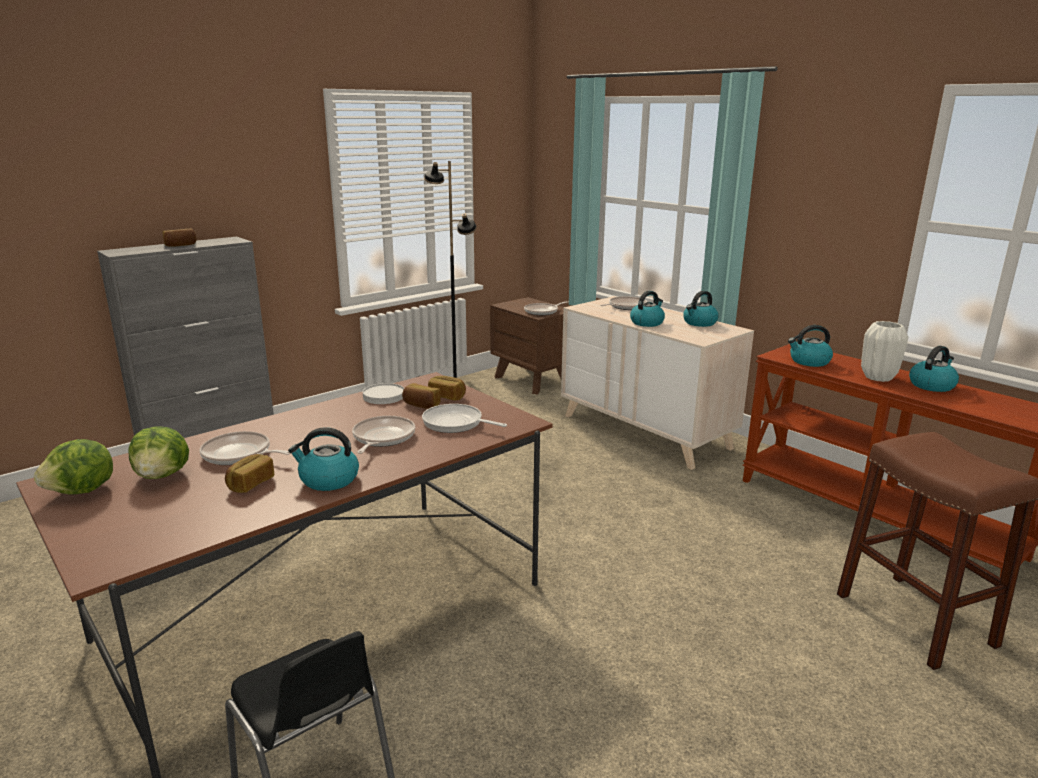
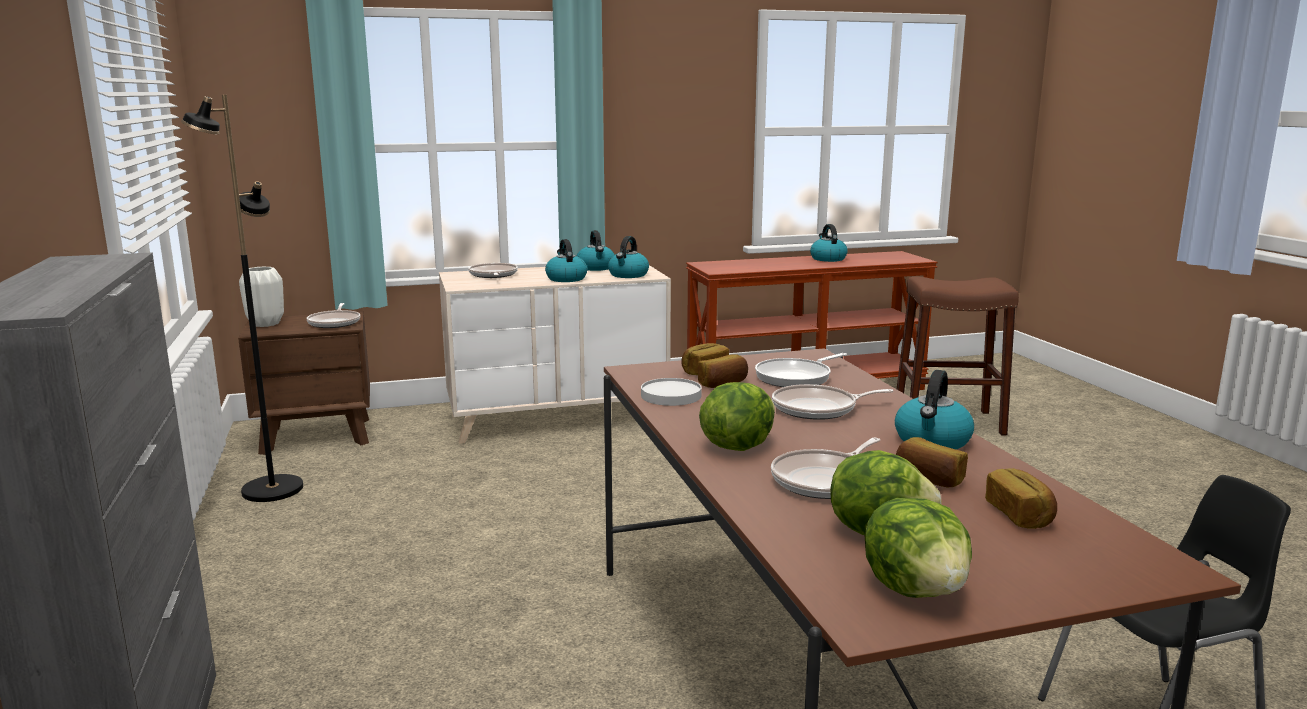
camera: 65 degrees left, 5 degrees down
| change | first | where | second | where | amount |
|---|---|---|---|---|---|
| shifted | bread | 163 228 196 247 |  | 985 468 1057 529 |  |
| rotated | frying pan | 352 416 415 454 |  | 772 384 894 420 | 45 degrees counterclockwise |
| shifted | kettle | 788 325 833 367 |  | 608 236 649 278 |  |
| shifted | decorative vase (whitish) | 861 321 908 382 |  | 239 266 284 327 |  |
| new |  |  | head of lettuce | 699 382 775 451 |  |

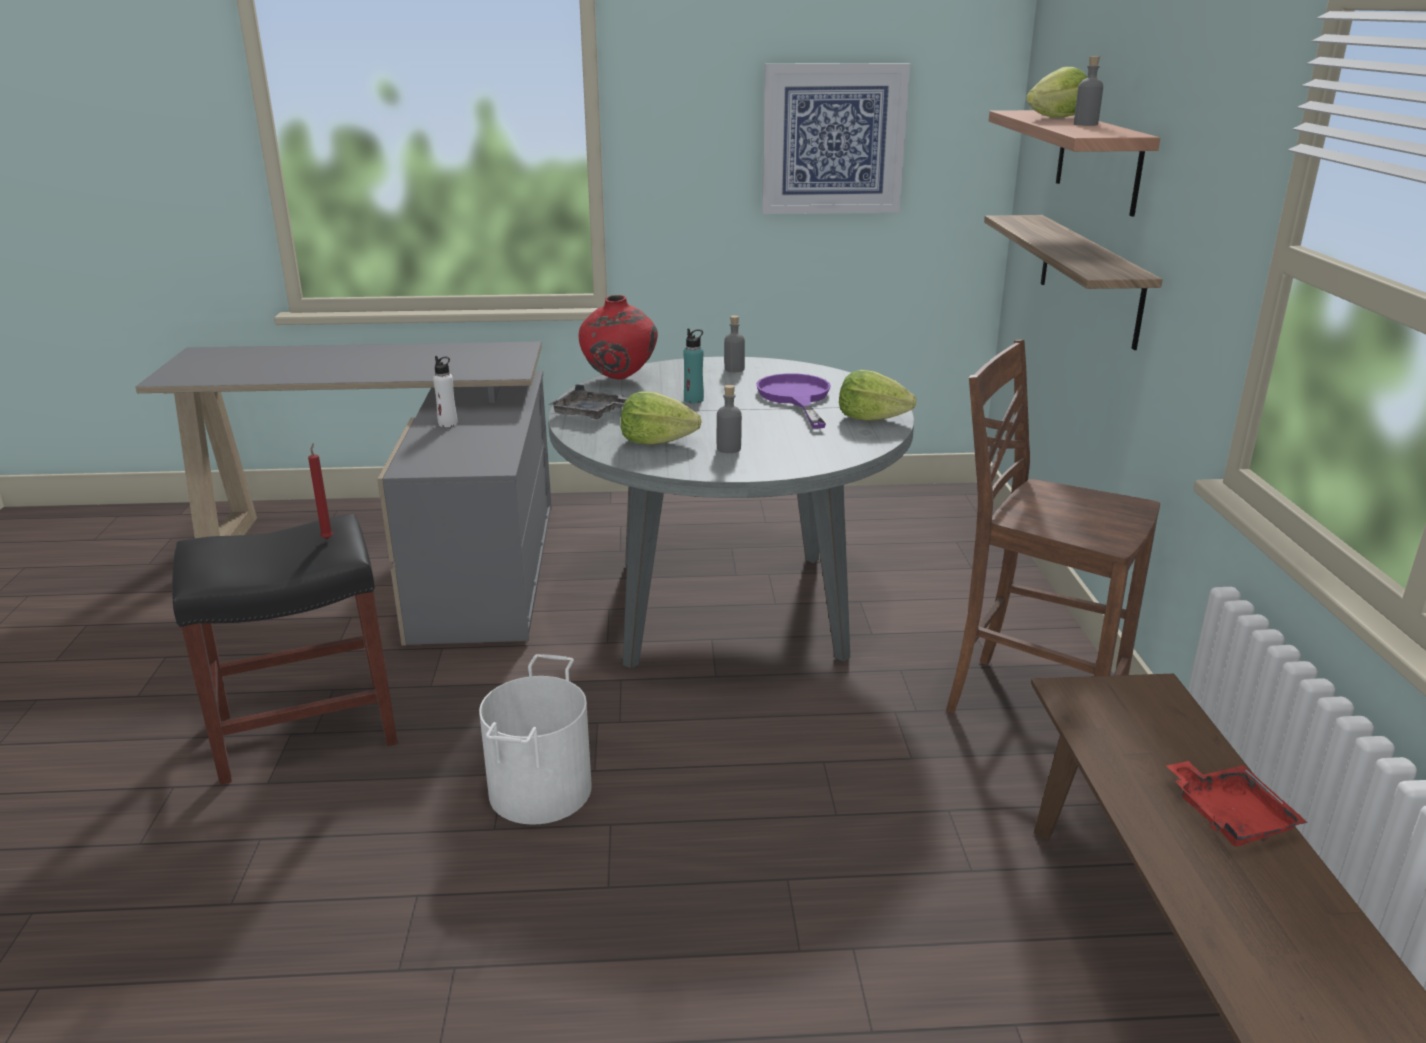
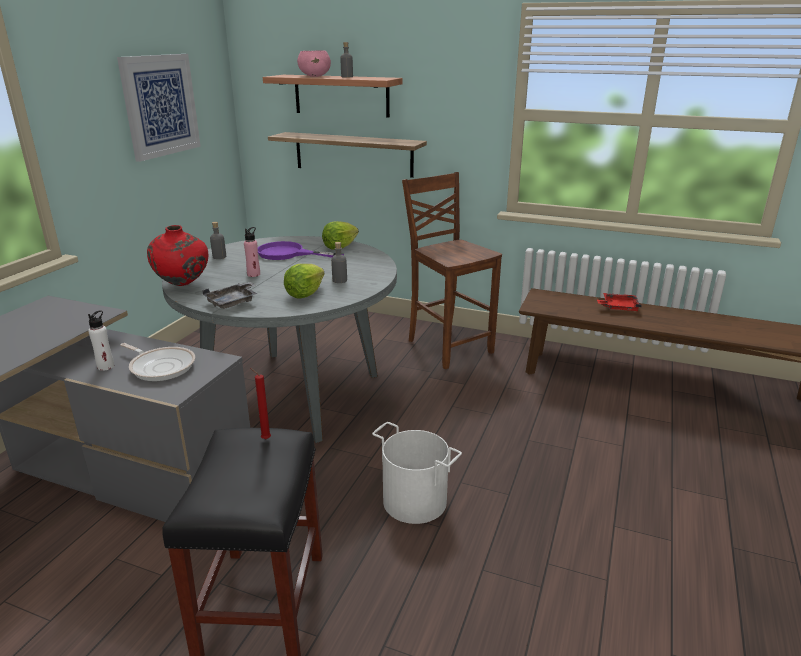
camera: 65 degrees left, 0 degrees up
| change | first | where | second | where | amount |
|---|---|---|---|---|---|
| repainted | drink bottle (turquoise) | 683 328 704 403 | drink bottle (pink) | 244 227 260 277 |  |
| rotated | plain chair (brownish) | 946 339 1160 713 |  | 402 172 502 369 | 90 degrees clockwise |
| swapped | head of lettuce | 1026 67 1087 117 | deep dish (pink) | 297 50 331 77 |  |
| new |  |  | frying pan | 120 343 195 381 |  |

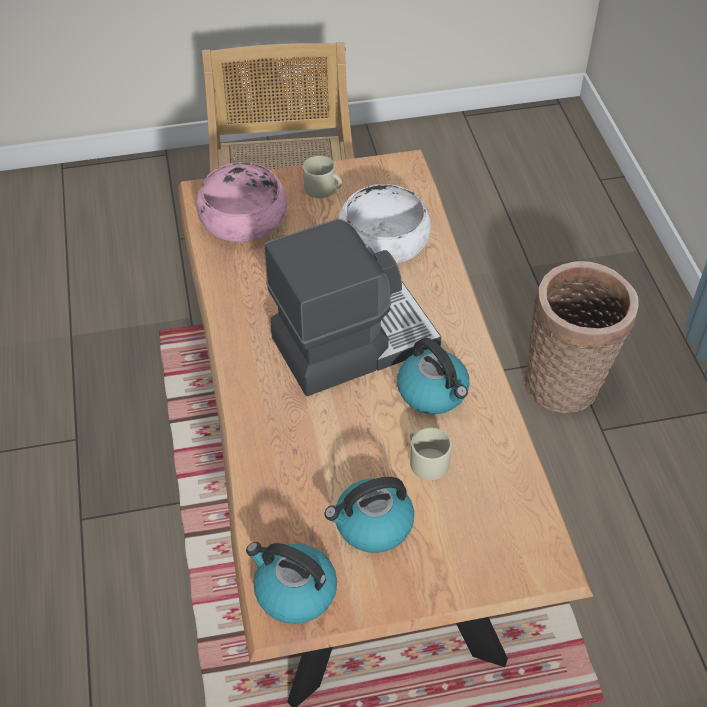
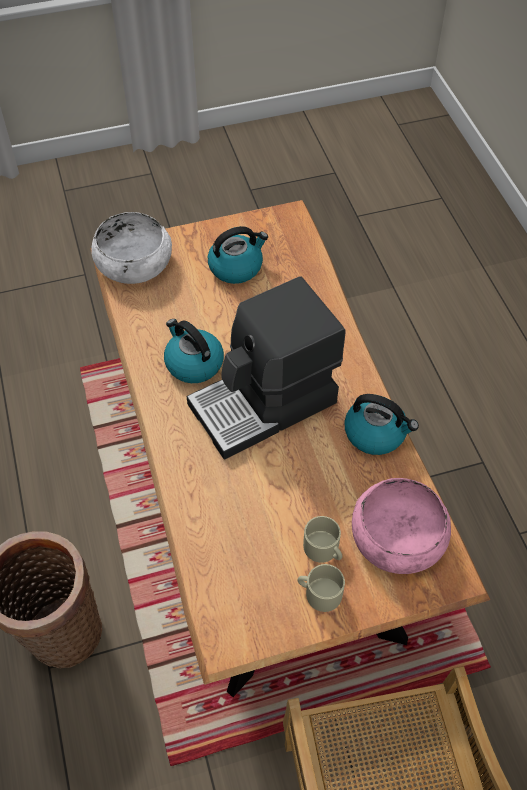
camera: 175 degrees right, 5 degrees up
| change | first | where | second | where | amount |
|---|---|---|---|---|---|
| shifted | kettle | 246 542 337 624 |  | 344 394 419 455 |  |
| shifted | deep dish (whitish) | 338 184 431 264 |  | 91 212 172 284 |  |
| shifted | tea mug (beige-coloured) | 410 428 452 480 |  | 303 516 342 563 |  |

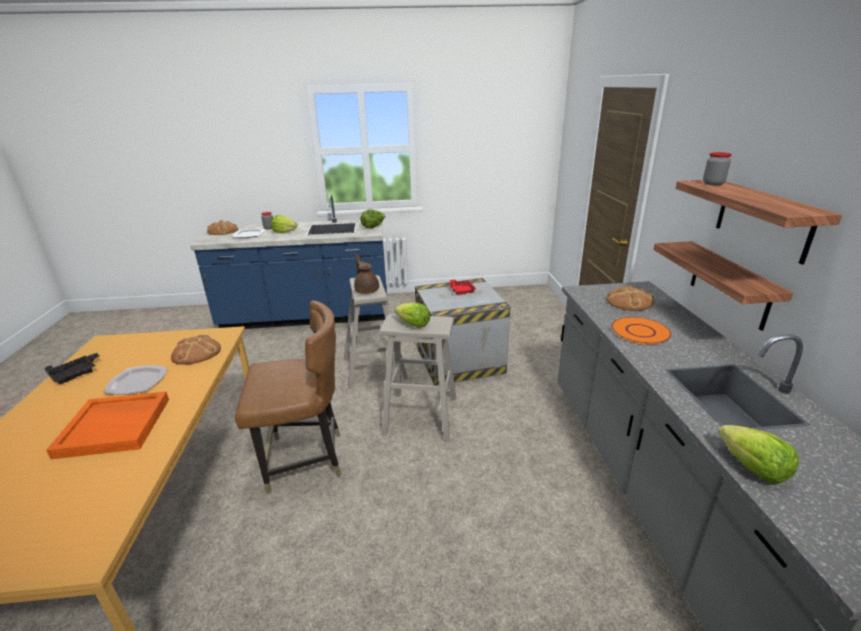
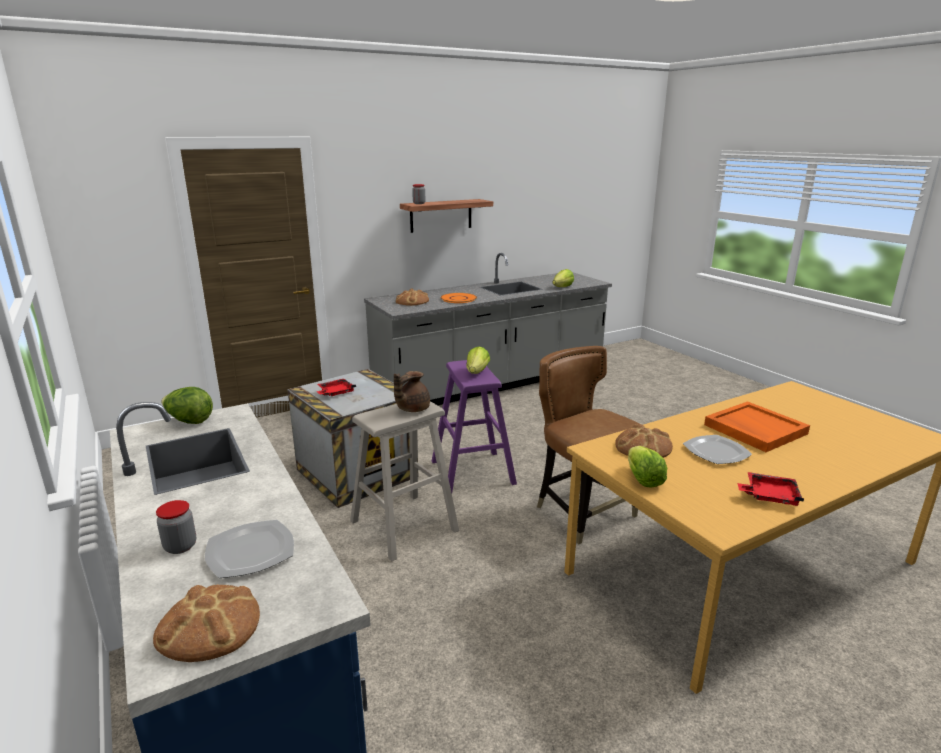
camera: 115 degrees left, 5 degrees down
| change | first | where | second | where | amount |
|---|---|---|---|---|---|
| repainted | serving tray (black-coloured) | 45 353 99 384 | serving tray (reddish) | 738 472 804 506 |  |
| shifted | head of lettuce | 271 215 298 233 |  | 628 446 667 488 |  |
| repainted | stool (beige-coloured) | 379 314 456 441 | stool (purplish) | 432 360 517 493 |  |
| gone | bracket shelf | 653 241 793 331 |  |  |  |

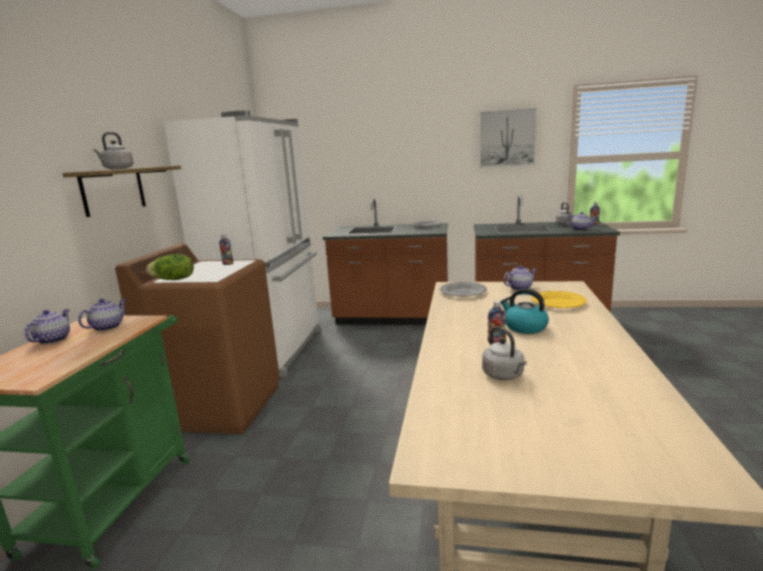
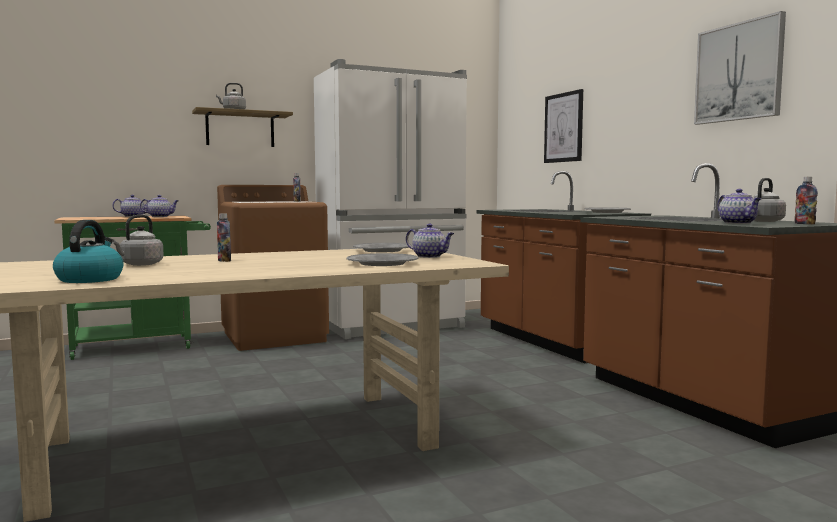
camera: 55 degrees right, 10 degrees down
| change | first | where | second | where | amount |
|---|---|---|---|---|---|
| gone | head of lettuce | 146 254 194 280 |  |  |  |
| shifted | kettle | 501 288 549 334 |  | 53 220 124 283 |  |
| repainted | flat dish (yellow-coloured) | 532 291 587 308 | flat dish (grey) | 347 253 418 266 |  |
| new |  |  | wall art | 544 89 583 163 |  |

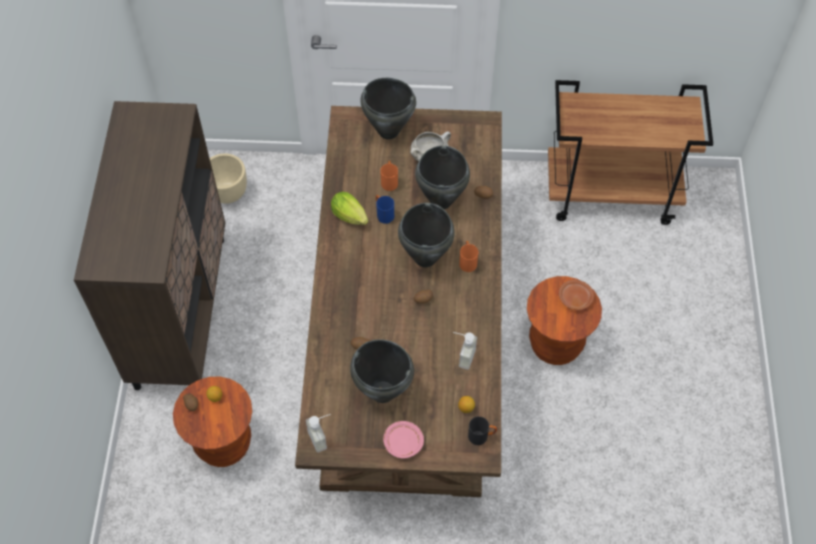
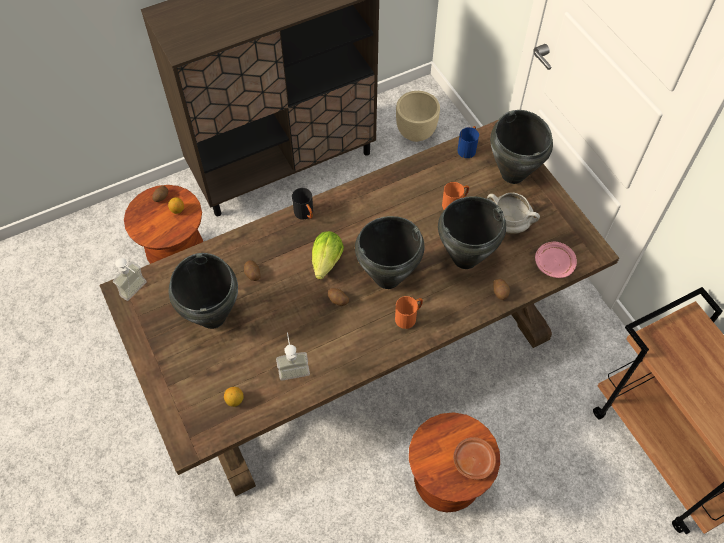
camera: 60 degrees right, 0 degrees up
| change | first | where | second | where | amount |
|---|---|---|---|---|---|
| shifted | head of lettuce | 331 192 368 225 |  | 312 231 344 280 |  |
| shifted | tea mug (blue-coloured) | 376 195 394 224 |  | 457 126 479 158 |  |
| shifted | flat dish (pink) | 383 421 424 459 |  | 535 242 577 278 |  |
| shifted | tea mug (black-coloured) | 468 417 497 445 |  | 292 188 313 220 |  |

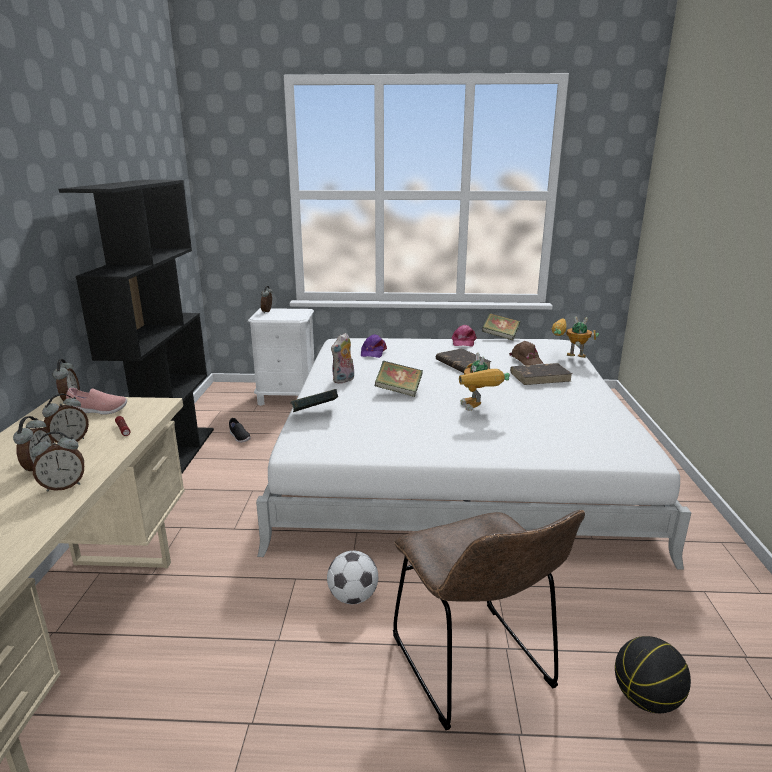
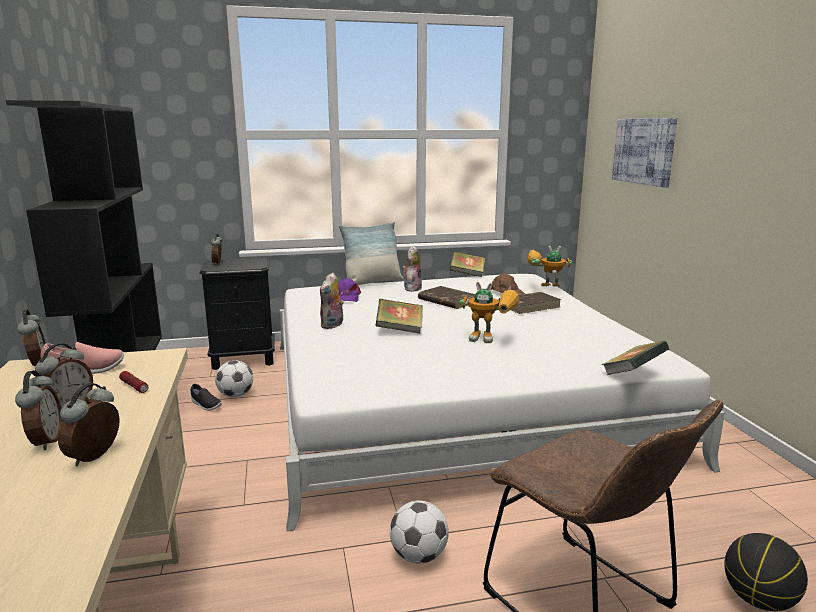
camera: 15 degrees left, 5 degrees down
| change | first | where | second | where | amount |
|---|---|---|---|---|---|
| rotated | table clock | 31 431 84 492 |  | 58 383 120 466 | 150 degrees clockwise |
| repainted | bedside table (whitish) | 248 308 314 406 | bedside table (black-coloured) | 199 258 275 370 |  |
| shifted | volume | 290 389 338 412 |  | 602 341 670 375 |  |
| gone | peaked cap (pink) | 452 325 477 347 |  |  |  |
| rotated | model robot | 459 352 510 411 |  | 459 282 519 343 | 45 degrees counterclockwise |
| new |  |  | football | 215 360 253 397 |  |
| new |  |  | throw pillow | 339 222 403 285 |  |
| new |  |  | plush toy | 402 246 422 292 |  |
| new |  |  | wall art | 612 118 677 188 |  |

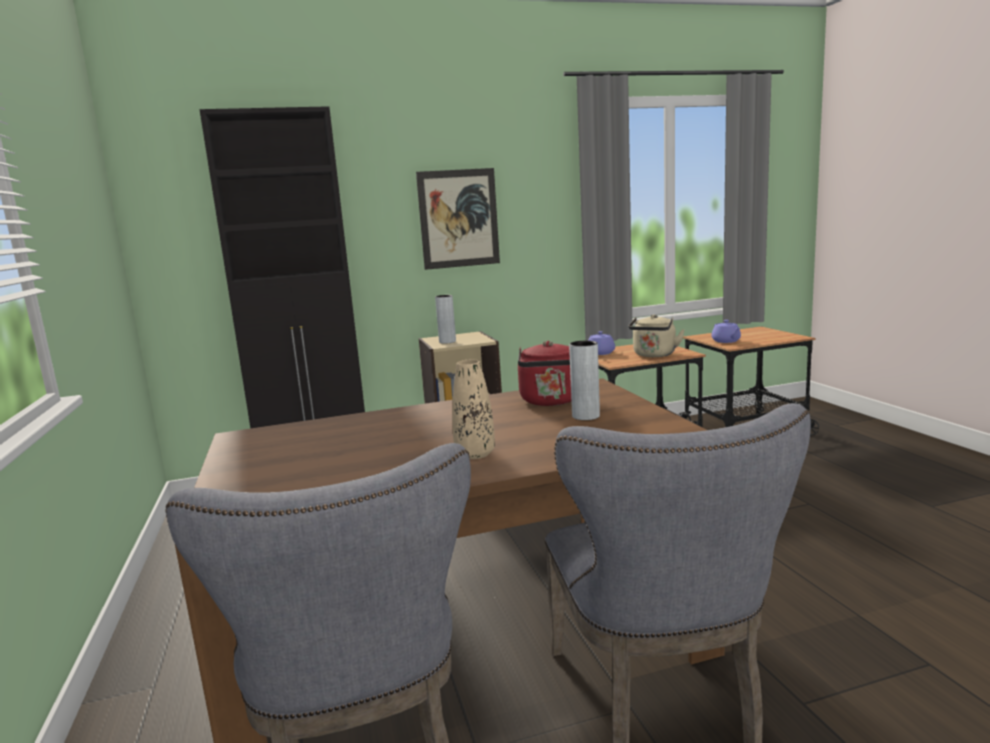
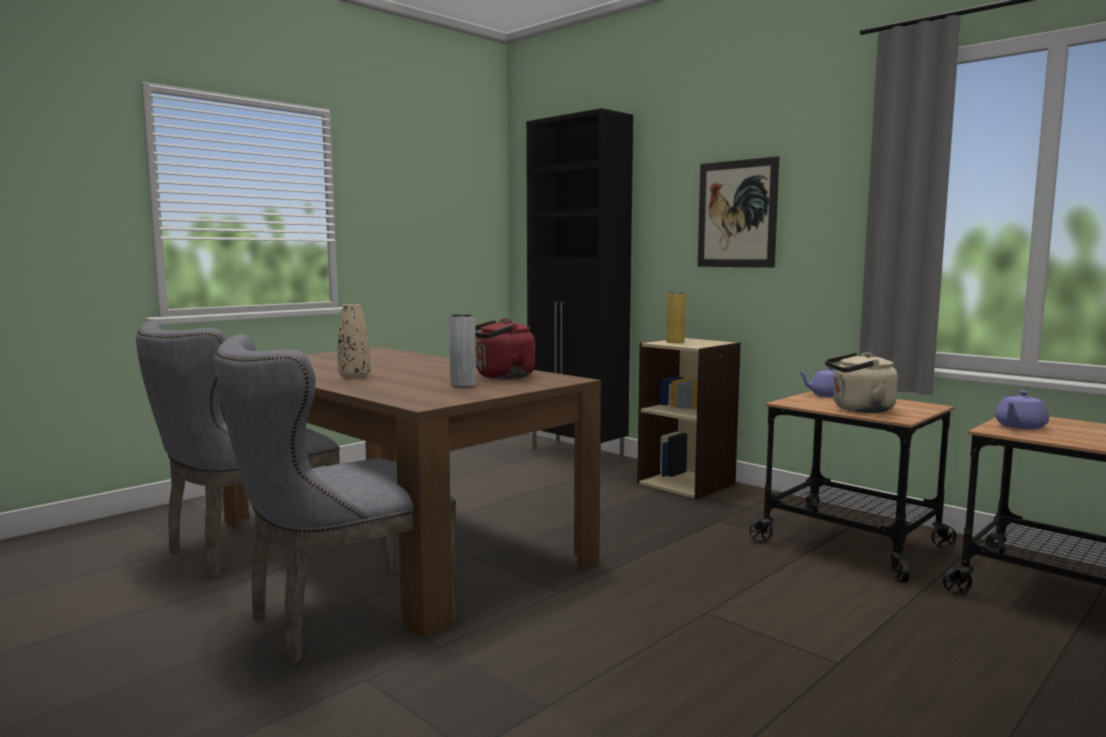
camera: 60 degrees right, 5 degrees down
| change | first | where | second | where | amount |
|---|---|---|---|---|---|
| repainted | decorative vase (grey) | 435 295 456 344 | decorative vase (yellow-coloured) | 666 292 686 343 |  |

